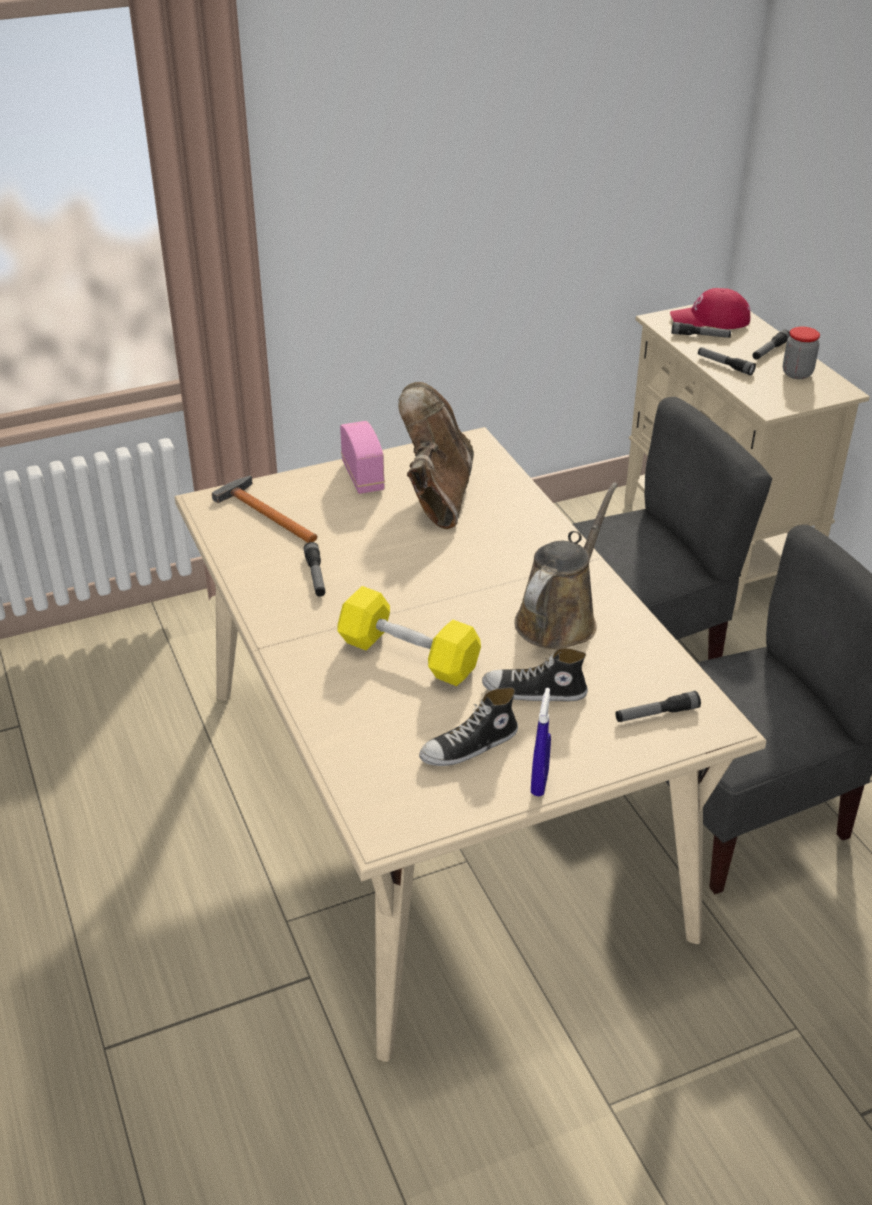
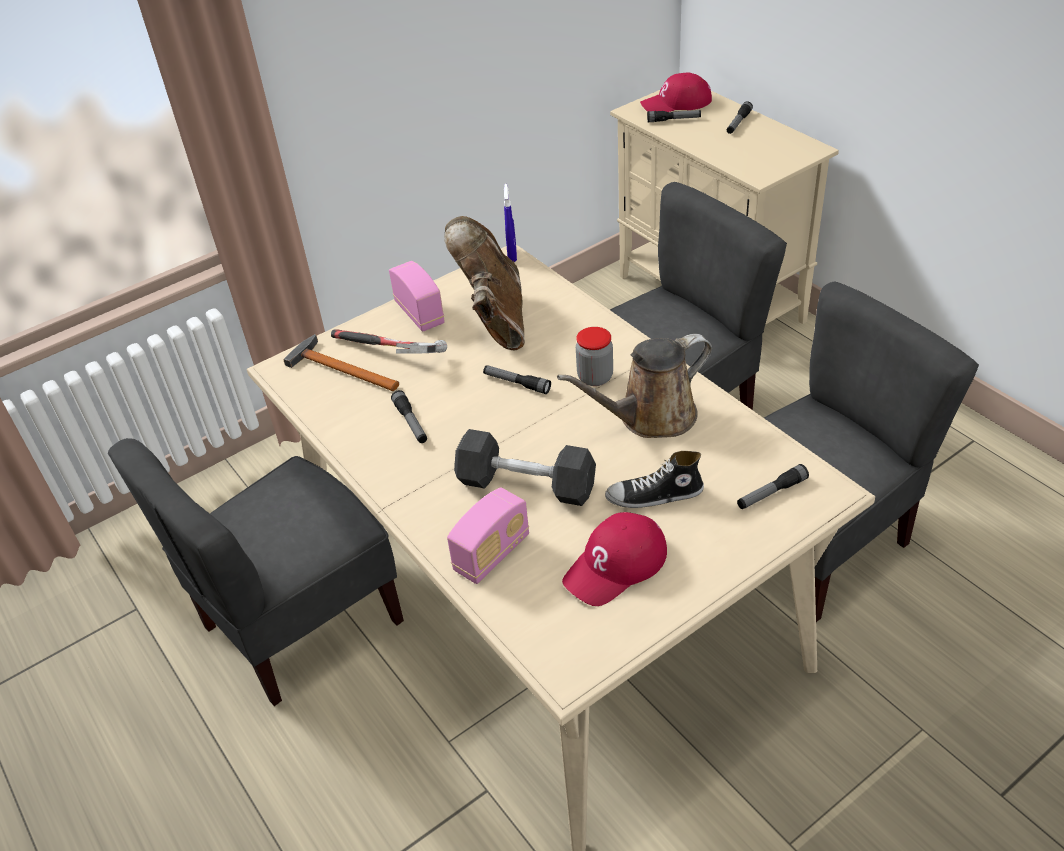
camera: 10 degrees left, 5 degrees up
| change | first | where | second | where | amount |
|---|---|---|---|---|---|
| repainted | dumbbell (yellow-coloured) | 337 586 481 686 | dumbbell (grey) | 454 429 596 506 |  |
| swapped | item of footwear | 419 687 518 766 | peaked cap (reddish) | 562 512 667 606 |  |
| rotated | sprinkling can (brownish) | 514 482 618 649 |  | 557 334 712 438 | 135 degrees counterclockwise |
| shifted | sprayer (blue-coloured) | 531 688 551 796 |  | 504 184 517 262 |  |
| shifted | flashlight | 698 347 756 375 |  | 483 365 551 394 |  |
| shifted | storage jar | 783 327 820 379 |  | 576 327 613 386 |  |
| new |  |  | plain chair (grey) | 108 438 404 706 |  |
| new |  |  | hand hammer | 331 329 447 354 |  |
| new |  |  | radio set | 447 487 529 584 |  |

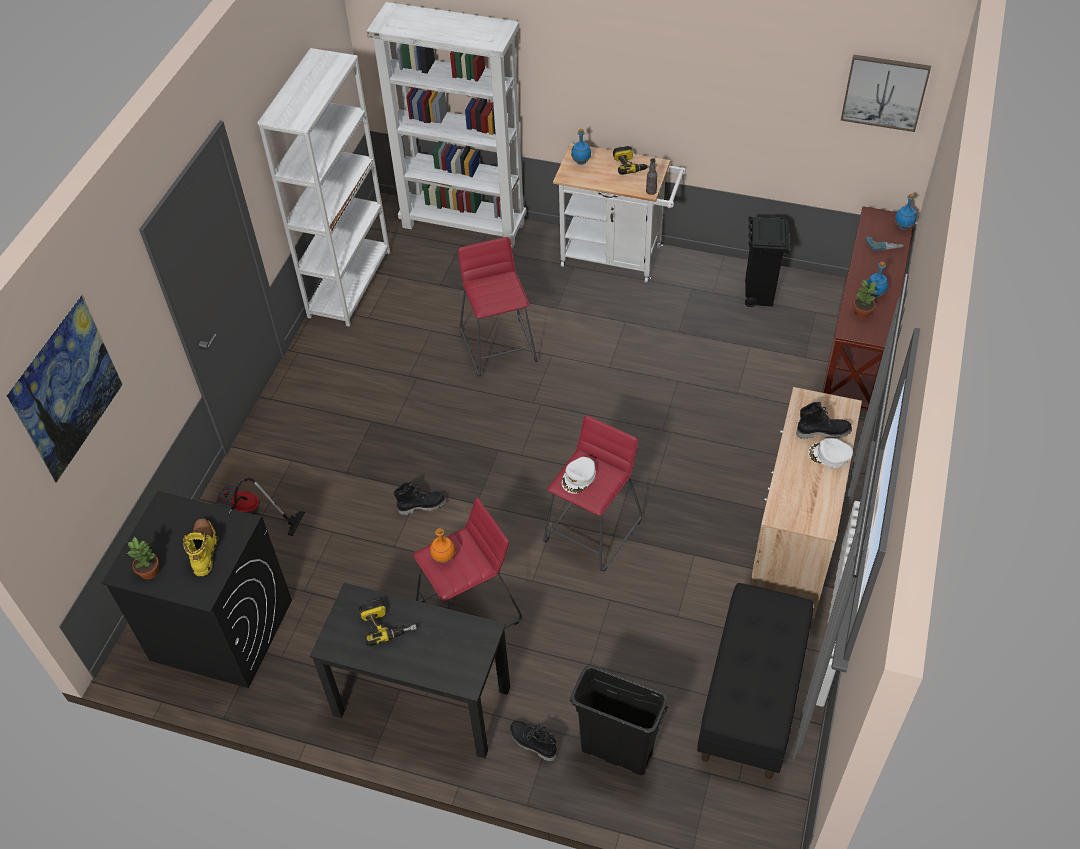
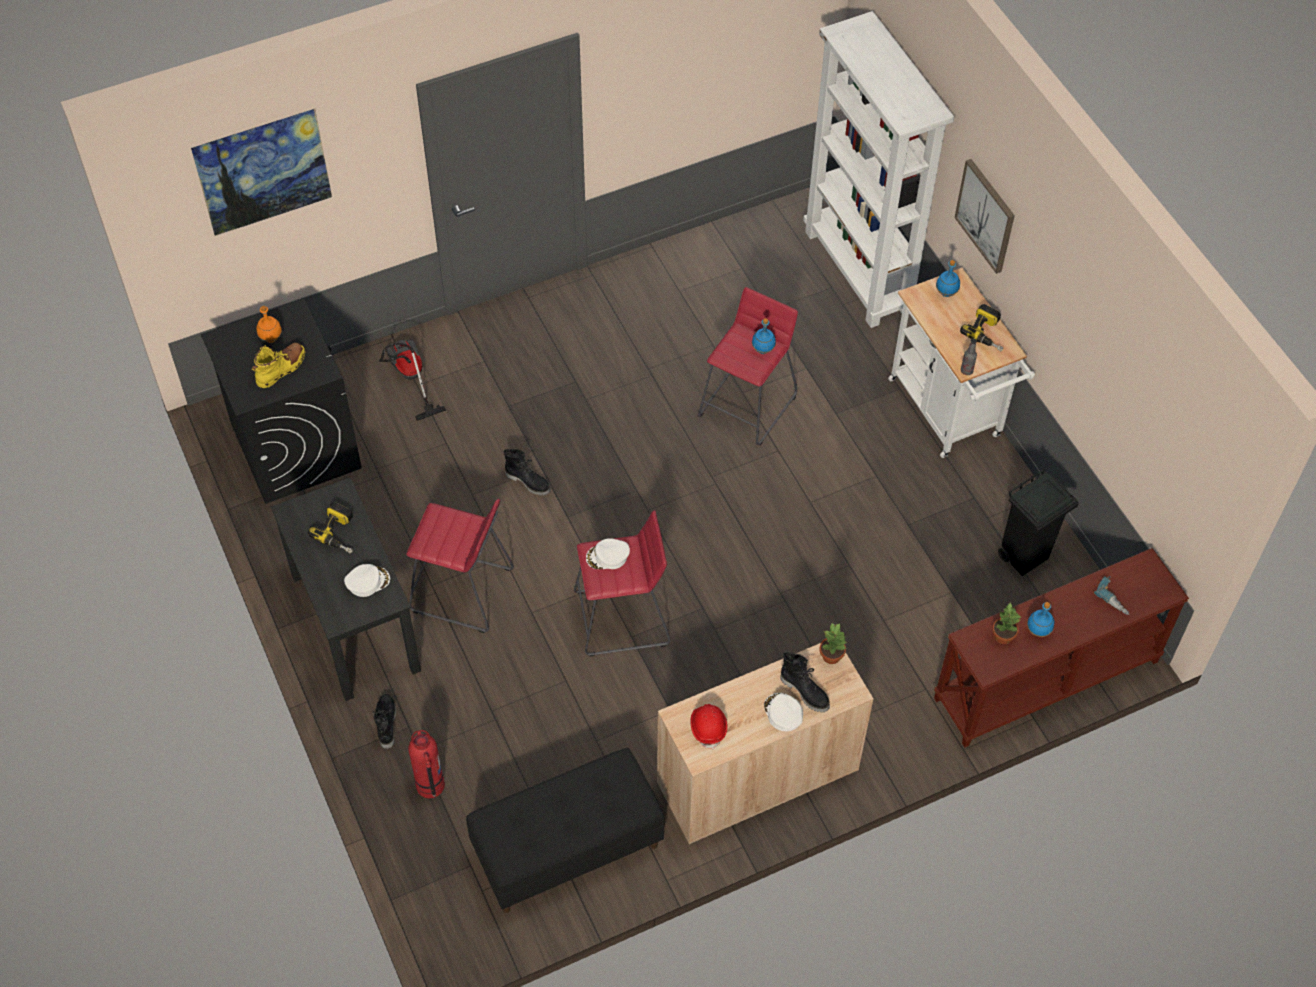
camera: 45 degrees right, 5 degrees up
| change | first | where | second | where | amount |
|---|---|---|---|---|---|
| shifted | plant in a pot | 127 537 159 579 |  | 819 623 847 664 |  |
| gone | bookcase (whitish) | 257 48 390 327 |  |  |  |
| shifted | drink bottle (orange-coloured) | 430 528 455 563 |  | 257 306 282 343 |  |
| swapped | rubbish bin (black-coloured) | 570 664 668 775 | extinguisher | 408 730 445 799 |  |
| shifted | wall art | 841 55 931 132 |  | 955 159 1015 274 |  |
| shifted | drink bottle (blue-coloured) | 895 194 917 230 |  | 752 318 776 354 |  |
| new |  |  | peaked cap (whitish) | 344 564 390 597 |  |
| new |  |  | safety helmet (reddish) | 691 704 727 749 |  |

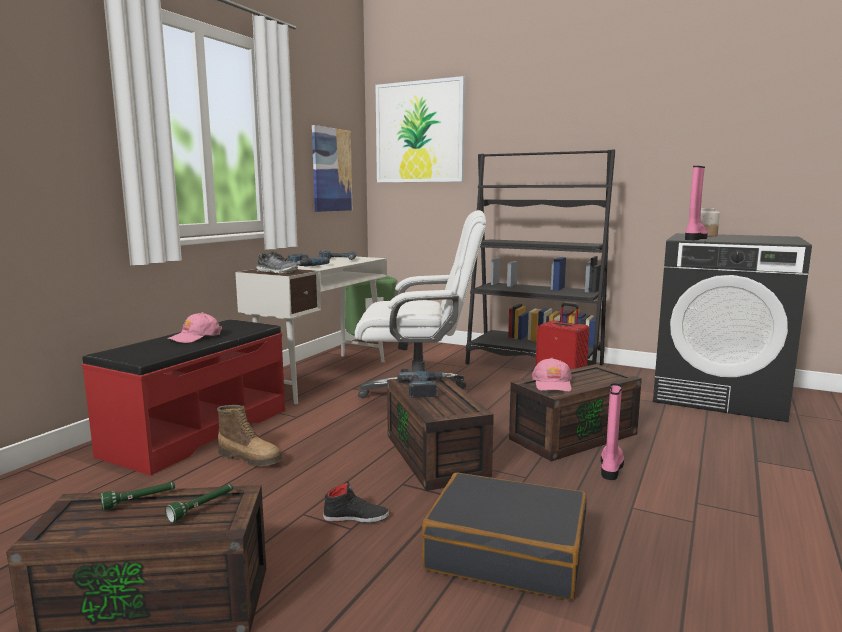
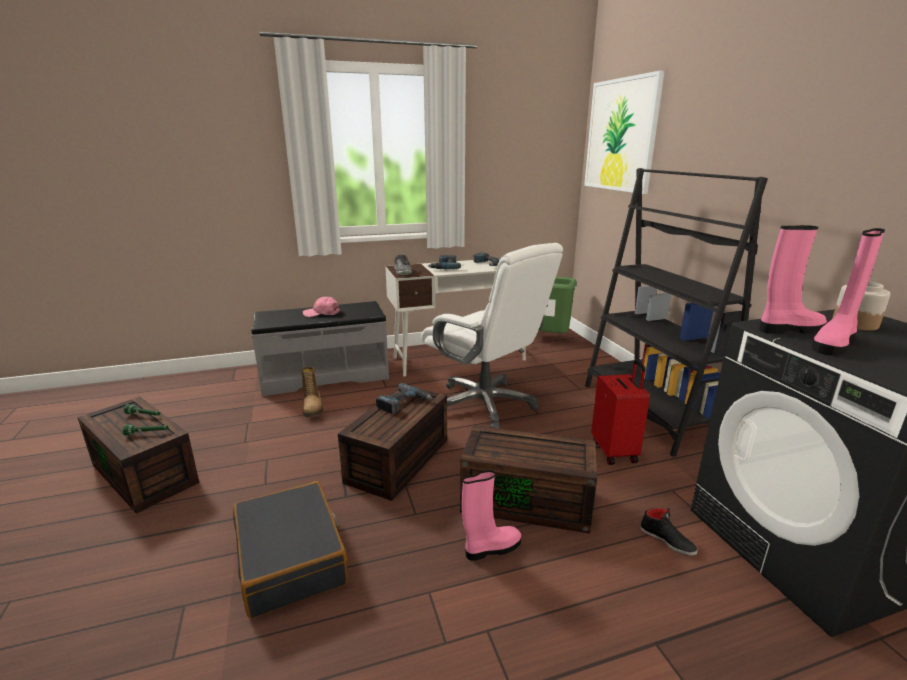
camera: 45 degrees right, 10 degrees up
| change | first | where | second | where | amount |
|---|---|---|---|---|---|
| repainted | long seat (reddish) | 82 320 285 476 | long seat (grey) | 251 301 389 396 |  |
| gone | wall art | 312 125 352 212 |  |  |  |
| shifted | item of footwear (black-coloured) | 323 481 389 523 |  | 640 508 698 556 |  |
| gone | peaked cap (pink) | 532 358 572 392 |  |  |  |
| new |  |  | tall boot (pink) | 812 228 885 356 |  |

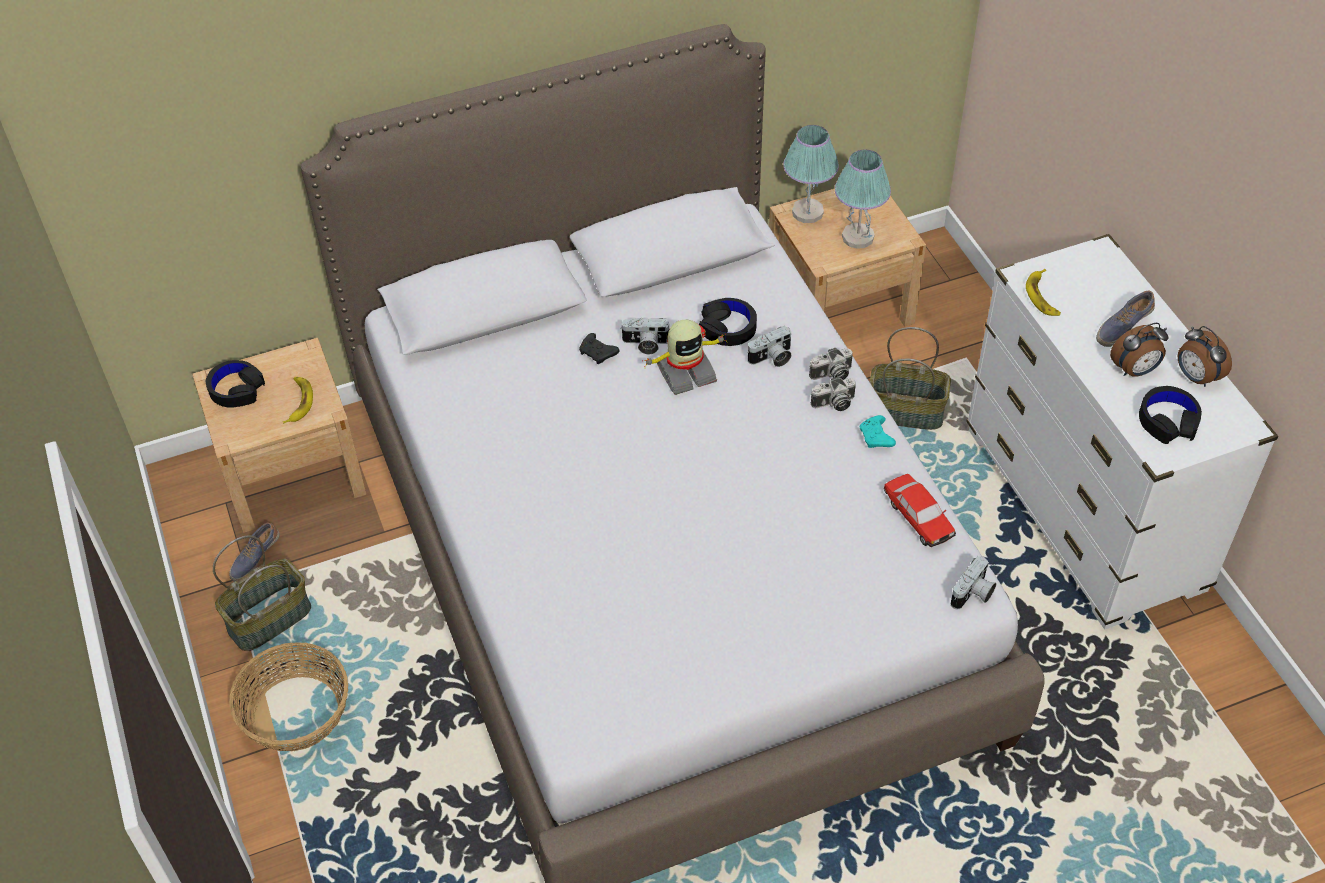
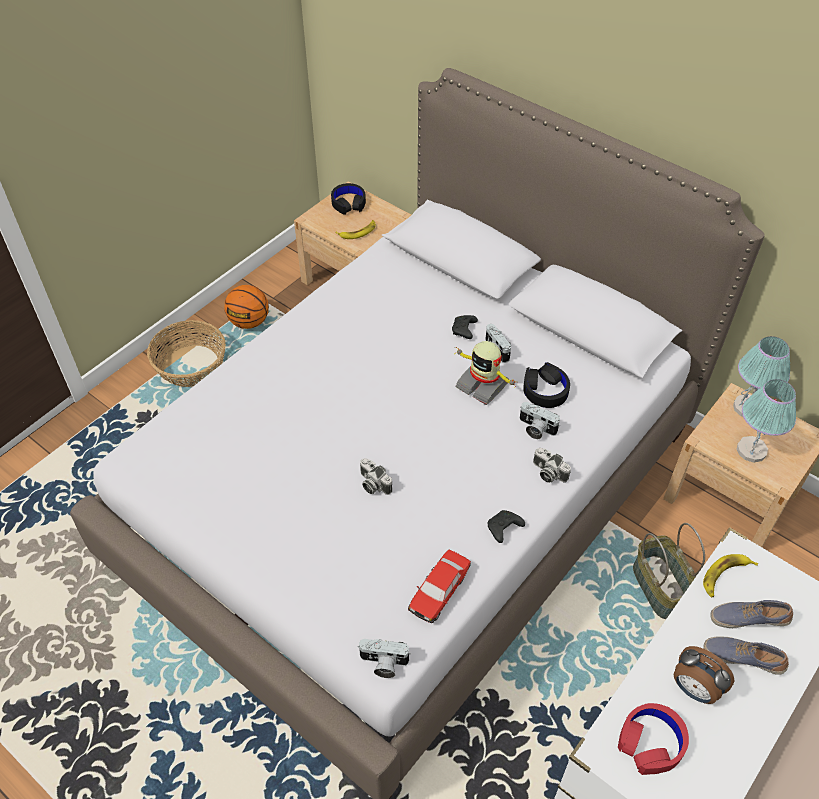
camera: 60 degrees right, 0 degrees up
| change | first | where | second | where | amount |
|---|---|---|---|---|---|
| swapped | household basket | 213 535 311 651 | basketball ball | 225 285 269 329 |  |
| shifted | item of footwear | 229 522 280 582 |  | 710 600 793 628 |  |
| shifted | still camera | 811 377 856 411 |  | 360 458 392 495 |  |
| repainted | joypad (turquoise) | 860 415 896 448 | joypad (black-coloured) | 488 510 525 543 |  |
| repainted | pair of headphones (black-coloured) | 1139 386 1202 444 | pair of headphones (reddish) | 618 703 689 775 |  |
| gone | table clock | 1178 326 1232 387 |  |  |  |

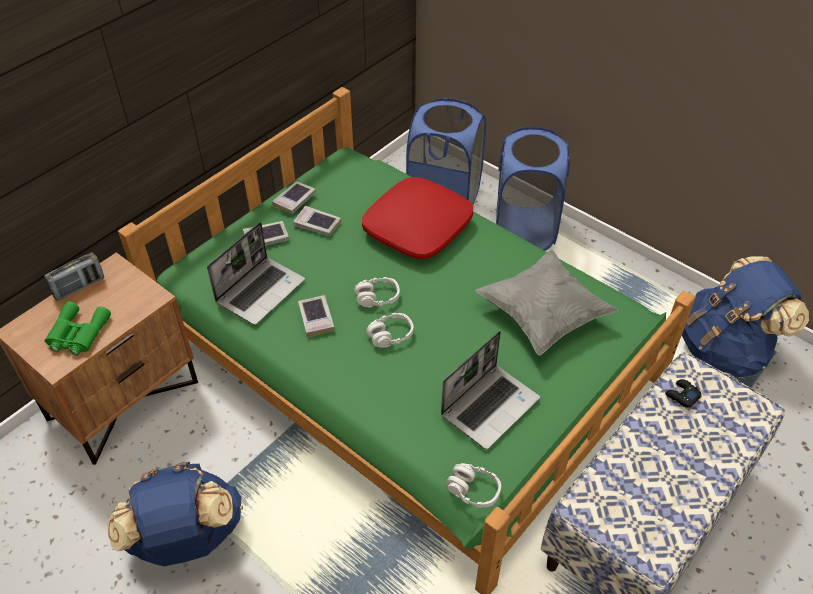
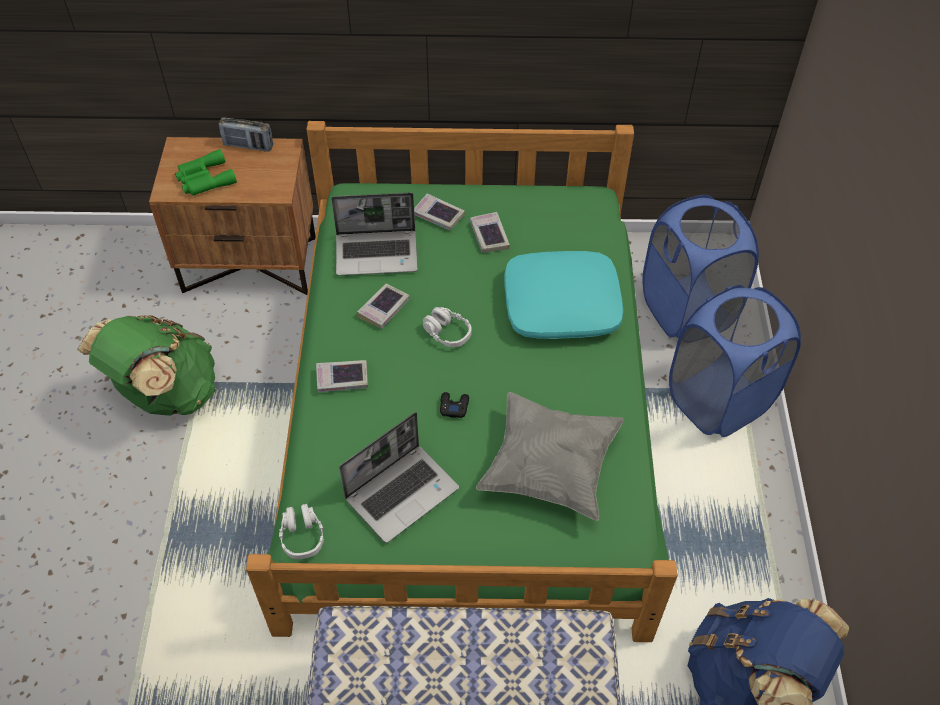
camera: 50 degrees right, 5 degrees up
| change | first | where | second | where | amount |
|---|---|---|---|---|---|
| repainted | knapsack (blue-coloured) | 107 462 243 566 | knapsack (green) | 77 315 216 416 |  |
| shifted | volume | 272 181 316 214 |  | 316 360 368 392 |  |
| repainted | throw pillow (reddish) | 362 177 473 259 | throw pillow (turquoise) | 504 251 623 339 |  |
| gone | pair of headphones (grey) | 366 313 414 348 |  |  |  |
| rotated | notebook computer | 441 331 540 449 |  | 339 412 459 543 | 45 degrees counterclockwise |
| shifted | joypad (black-coloured) | 665 379 702 408 |  | 440 392 469 418 |  |

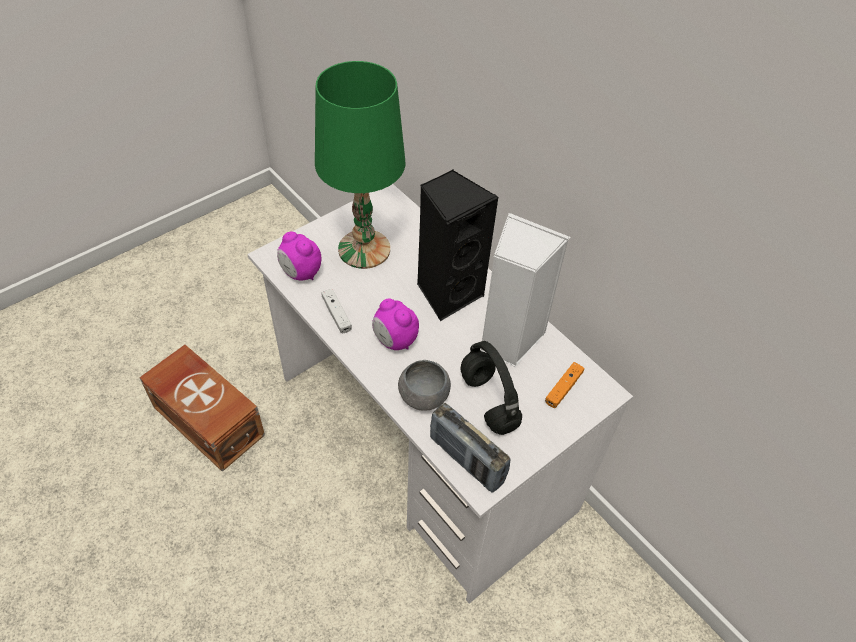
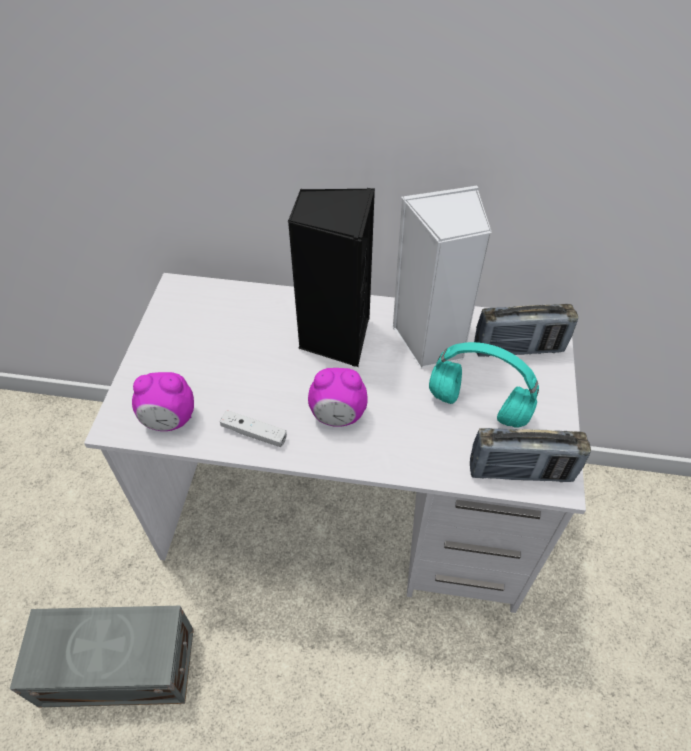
camera: 40 degrees left, 0 degrees up
| change | first | where | second | where | amount |
|---|---|---|---|---|---|
| repainted | storage container (brownish) | 139 345 265 472 | storage container (grey) | 10 606 194 708 |  |
| gone | table lamp (green) | 315 61 405 269 |  |  |  |
| gone | deep dish (grey) | 398 360 451 411 |  |  |  |
| repainted | pair of headphones (black-coloured) | 460 341 522 435 | pair of headphones (turquoise) | 429 342 539 428 |  |
| swapped | joypad (orange-coloured) | 545 362 584 408 | radio set | 474 304 578 357 |  |

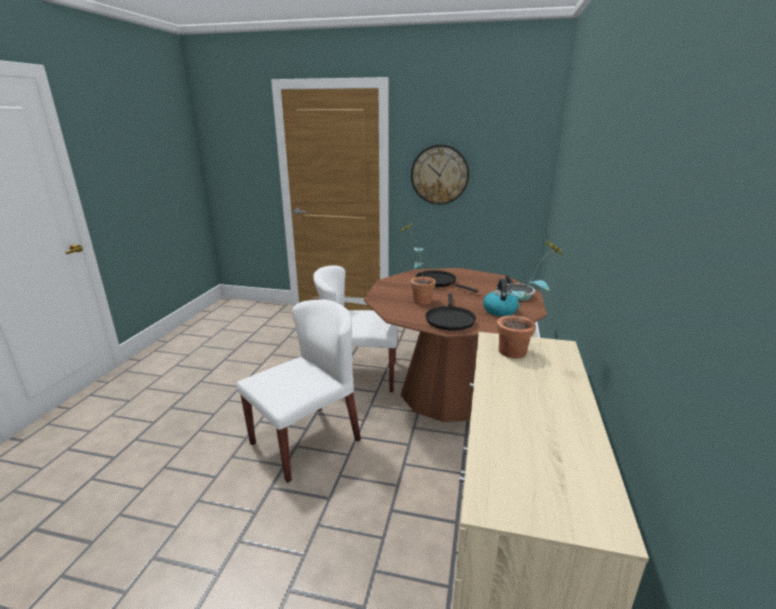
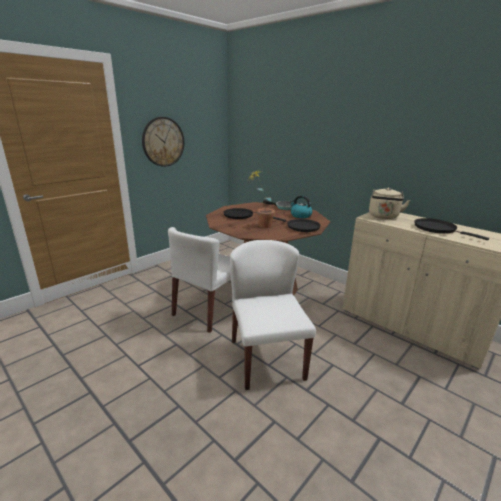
camera: 60 degrees left, 0 degrees up
| change | first | where | second | where | amount |
|---|---|---|---|---|---|
| swapped | plant in a pot | 497 239 566 359 | kettle (beige-coloured) | 369 188 410 219 |  |
| new |  |  | frying pan (black-coloured) | 414 218 489 240 |  |

